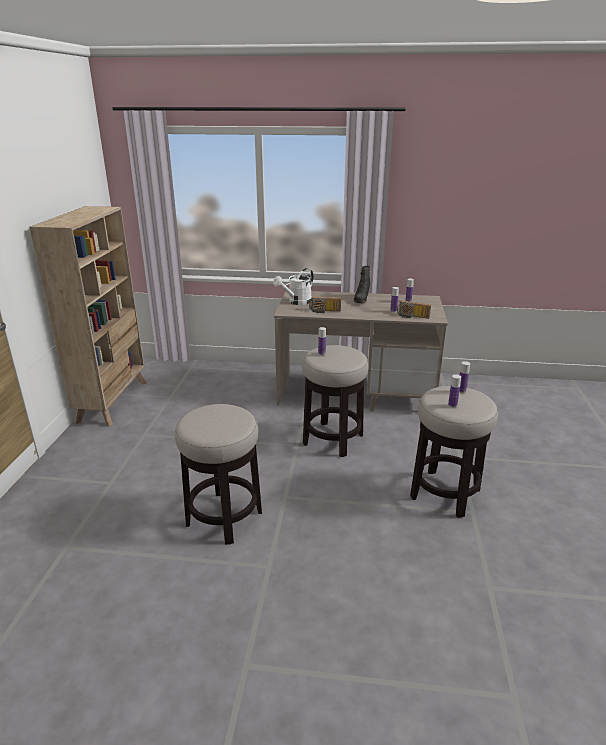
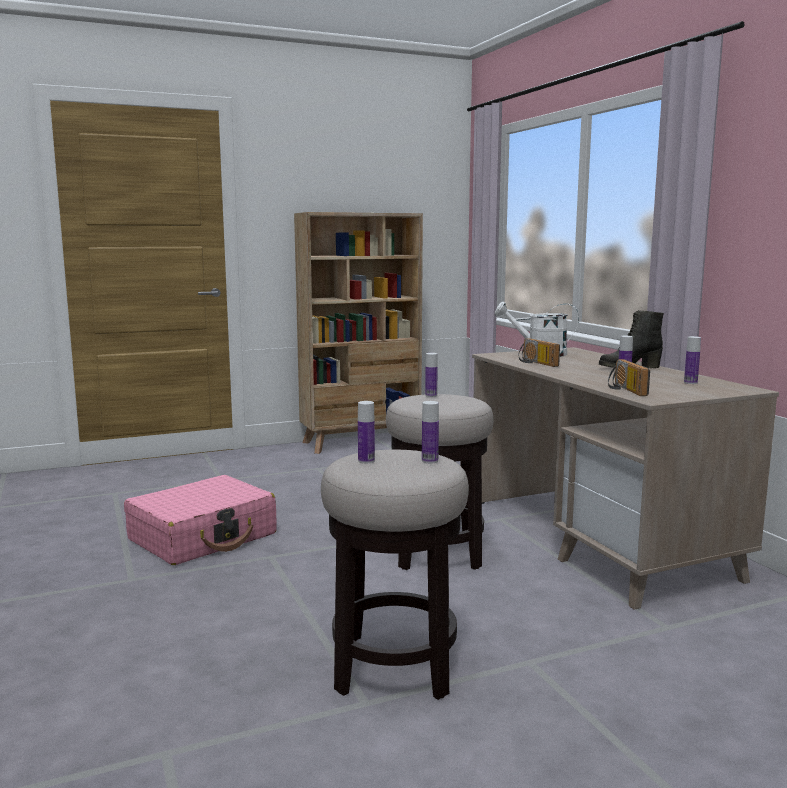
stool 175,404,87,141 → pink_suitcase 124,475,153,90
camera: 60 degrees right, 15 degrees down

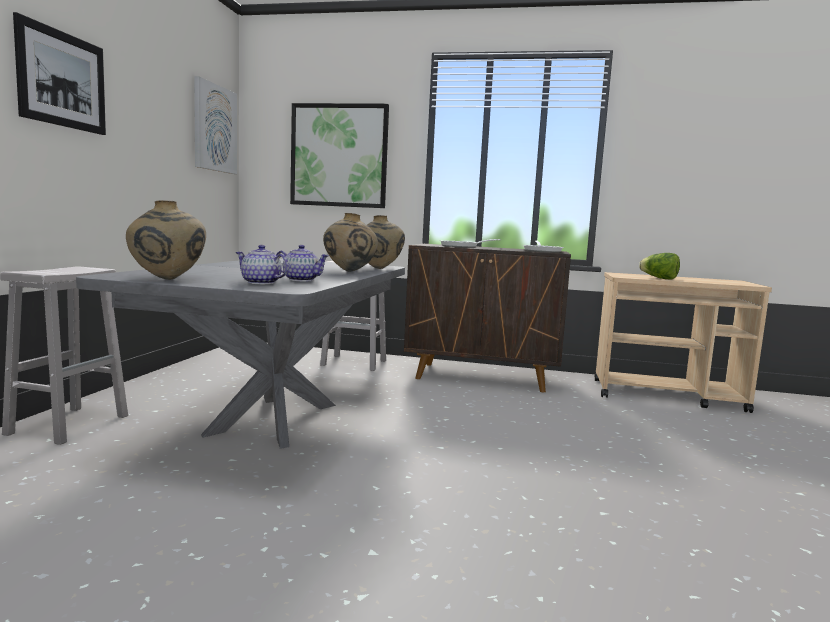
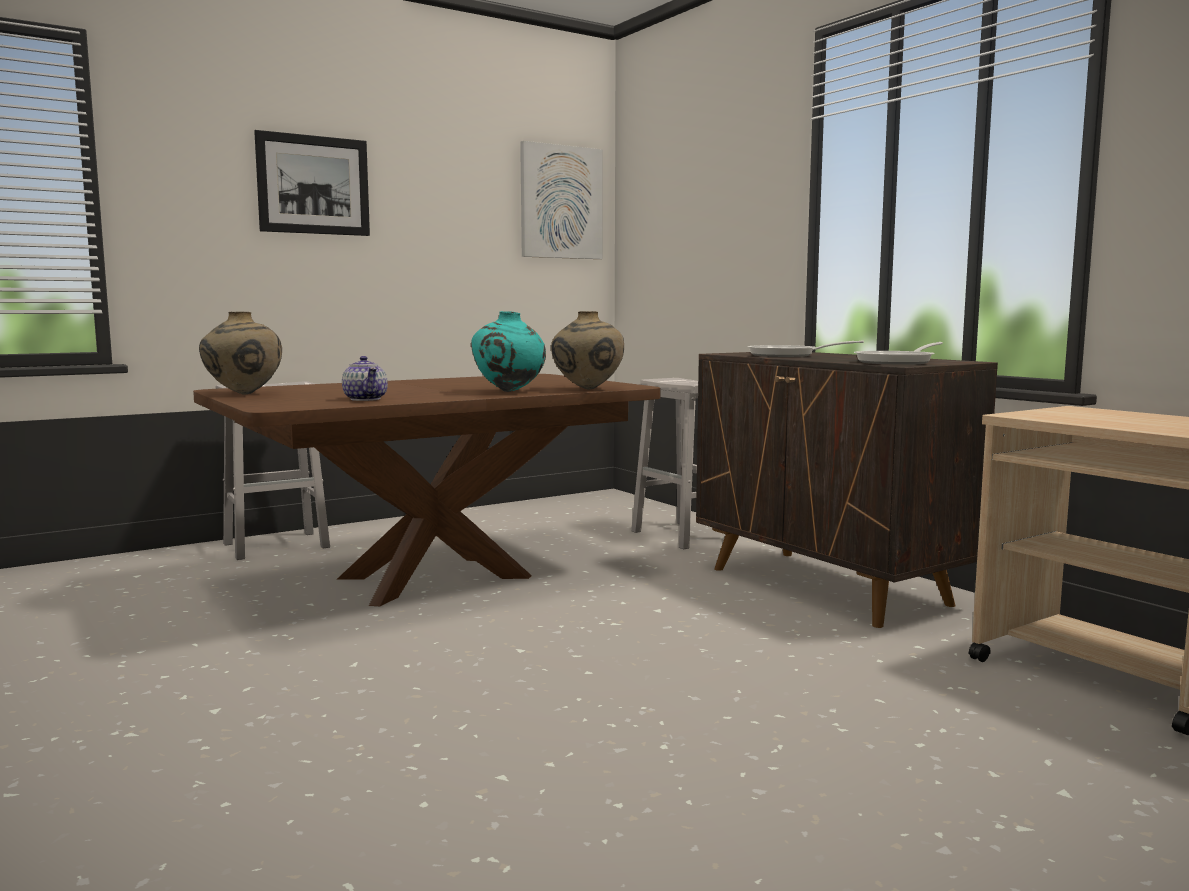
grey_dining_table 76,259,329,190 → brown_dining_table 193,374,468,232
beige_vase 323,213,55,59 → turquoise_vase 471,311,75,81
teapot 236,245,53,39 → -
picture 290,103,99,105 → -
lettuce 639,253,41,27 → -
camera: 45 degrees right, 0 degrees up

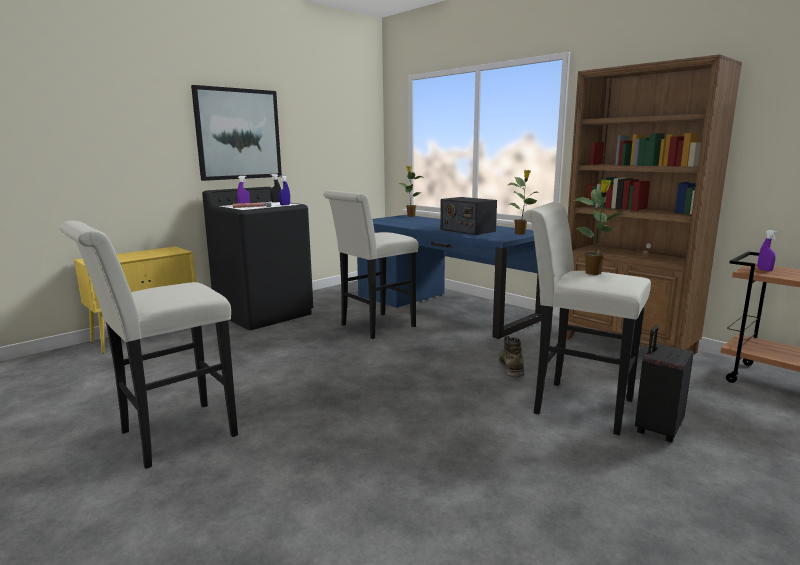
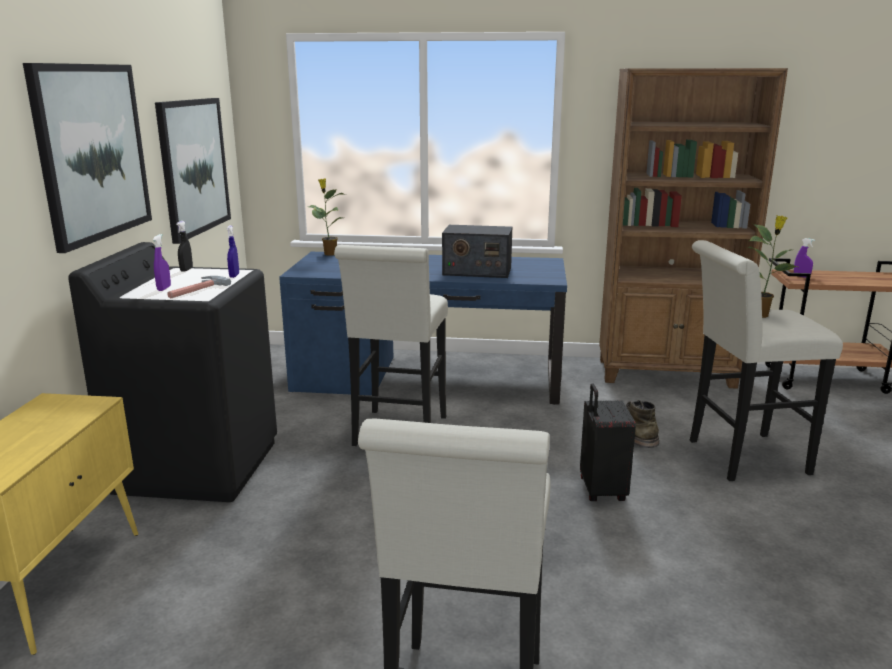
- → picture 155,98,76,146
black_suitcase 635,326,59,117 → black_suitcase 580,384,56,117, shifted
potted_plant 508,170,30,65 → -
camera: 40 degrees left, 5 degrees up

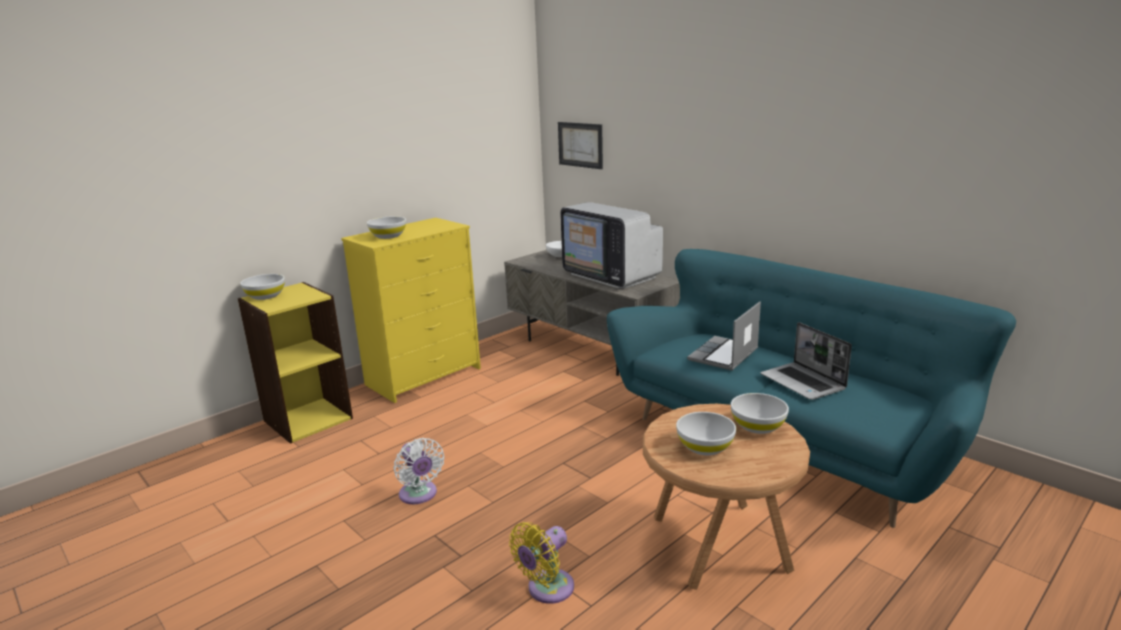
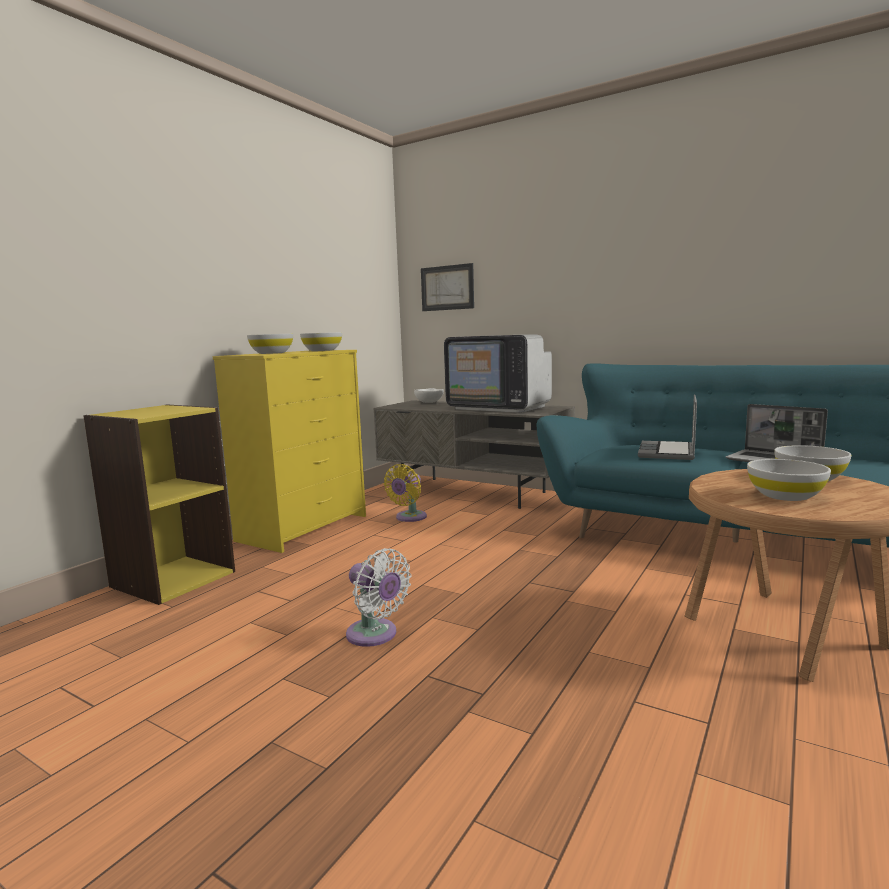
white_bowl 240,274,45,26 → white_bowl 300,332,42,19, shifted
yellow_fan 509,522,65,82 → yellow_fan 384,464,43,58, shifted
camera: 15 degrees left, 10 degrees down

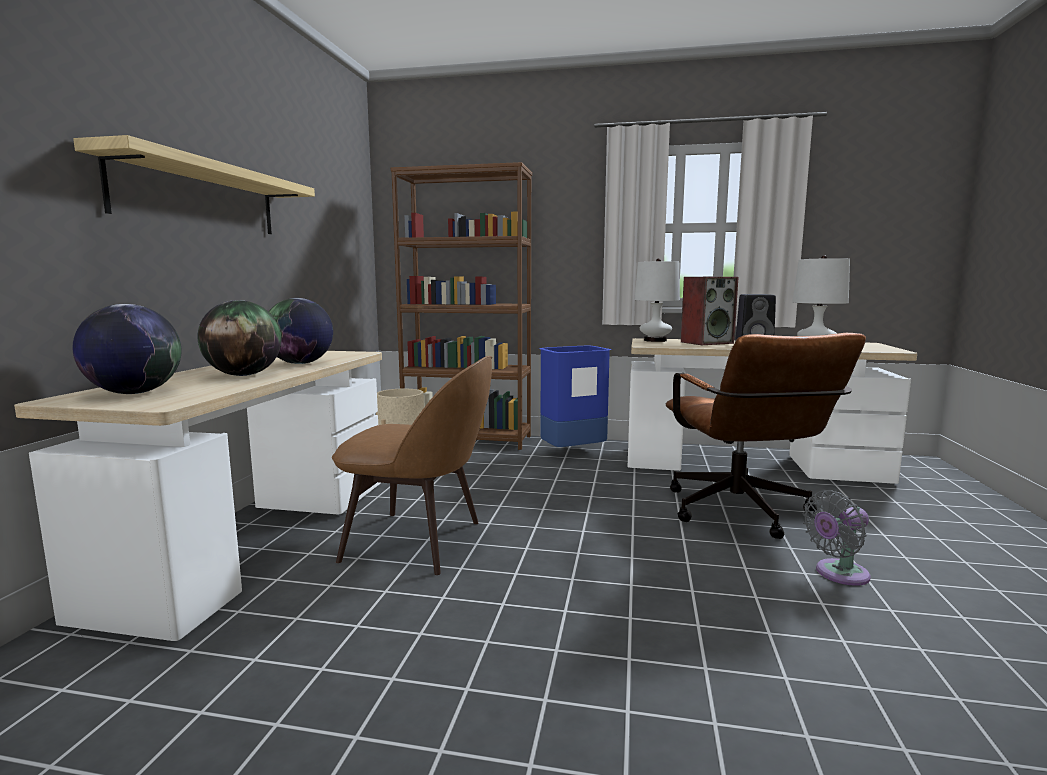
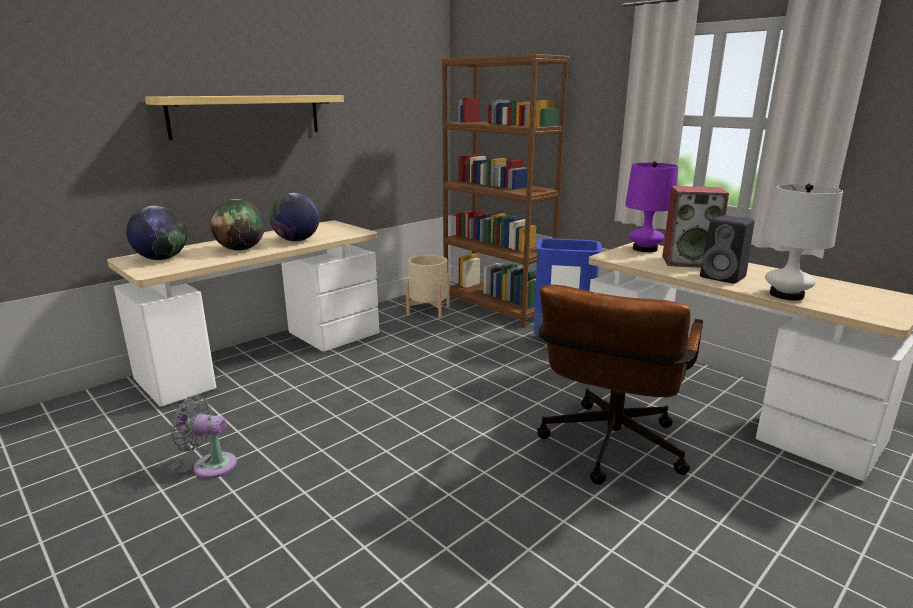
grey_fan 803,490,68,96 → grey_fan 170,395,67,84, shifted
white_table_lamp 634,259,46,83 → purple_table_lamp 625,161,53,91
brown_chair 332,356,160,219 → -
camera: 35 degrees right, 10 degrees up

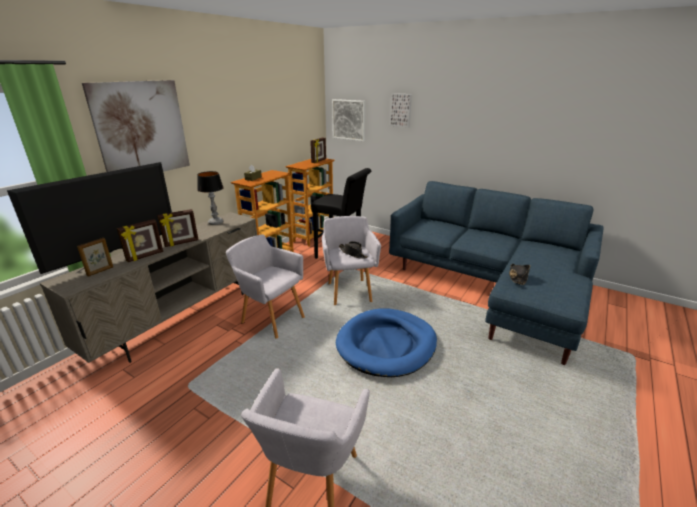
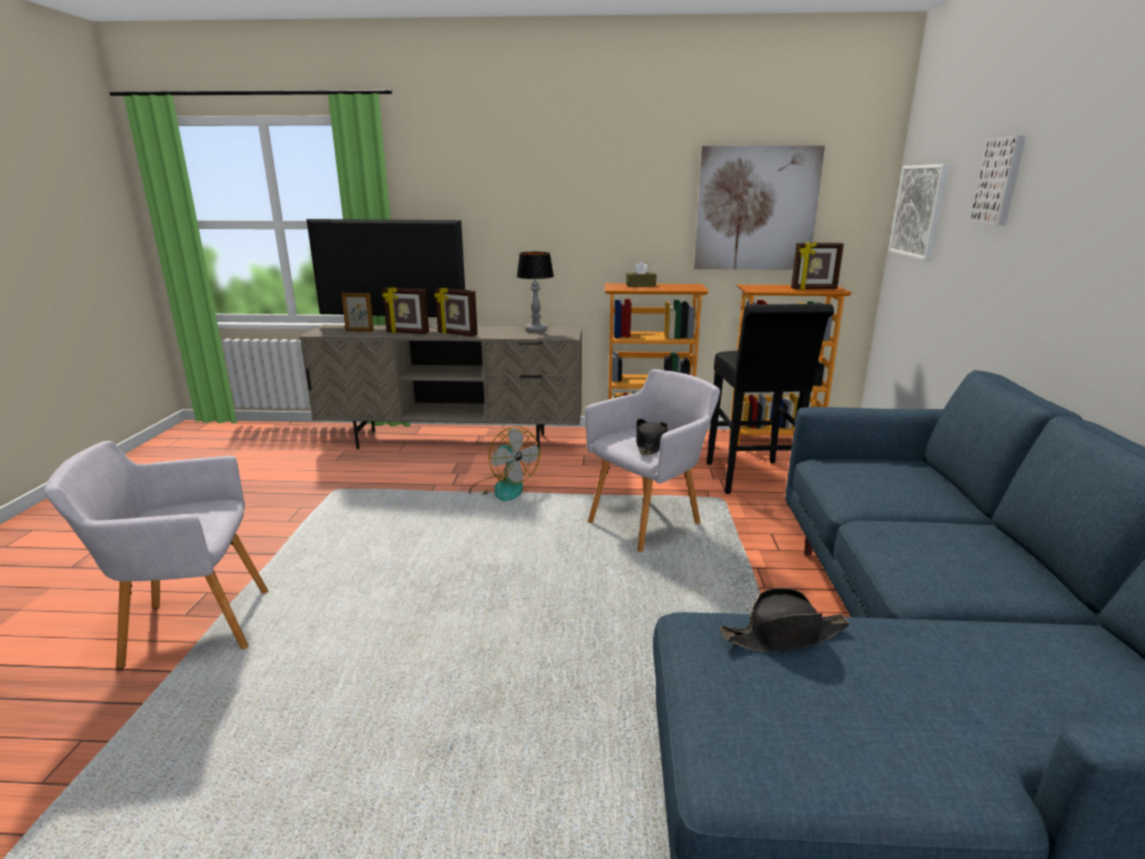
grey_armchair 226,234,79,104 → fan 469,426,71,75
picture 82,80,108,92 → picture 694,146,131,124, shifted
blue_dog_bed 336,308,101,69 → -
camera: 60 degrees right, 5 degrees down

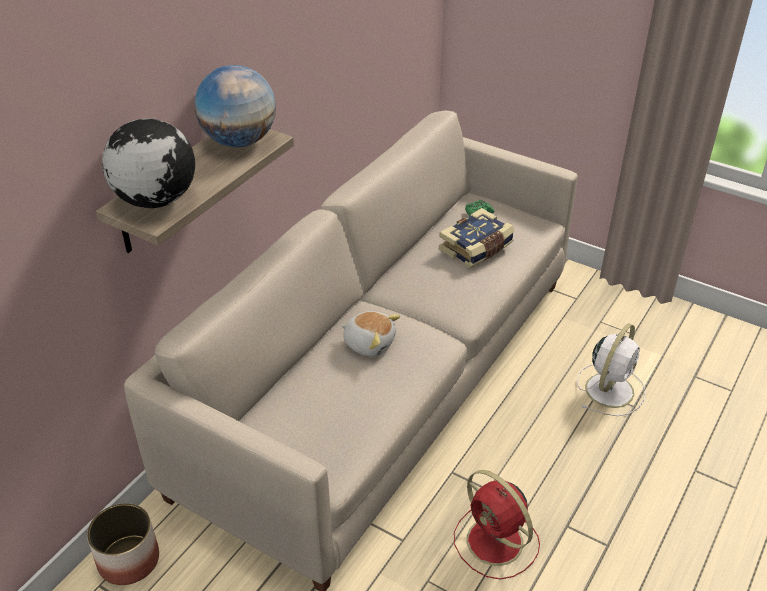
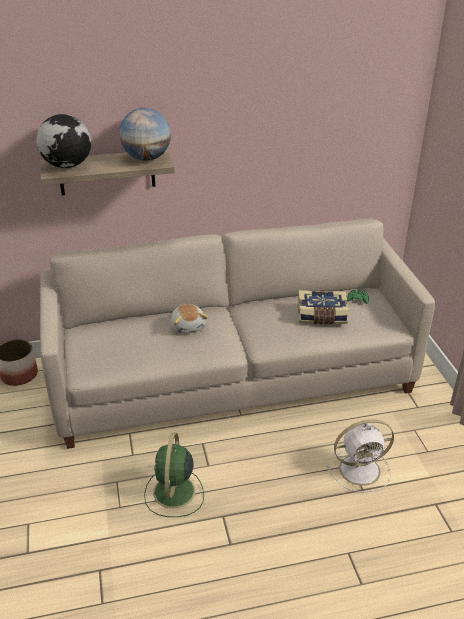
red_fan 454,470,86,110 → green_fan 144,433,60,84
camera: 45 degrees right, 5 degrees down

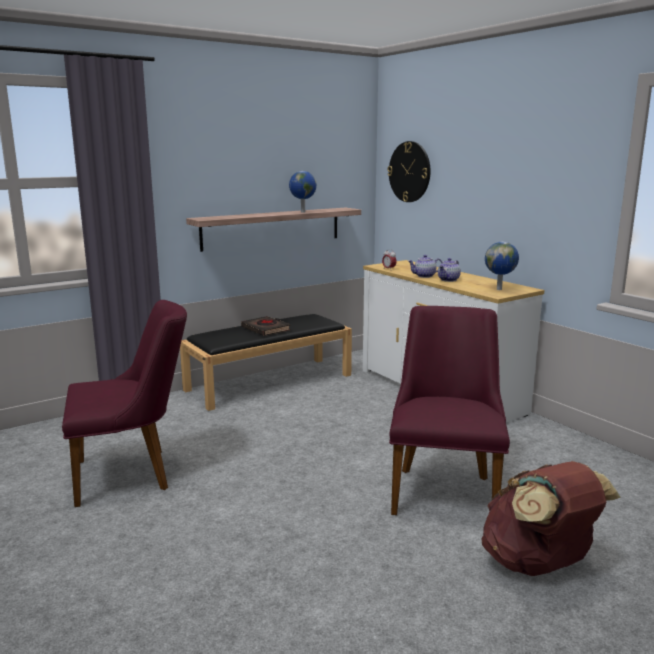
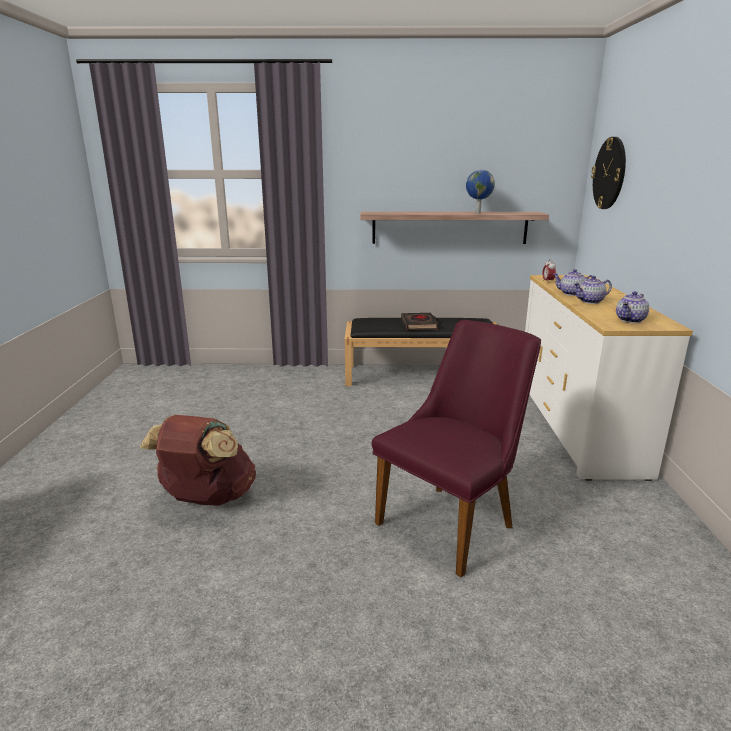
brown_backpack 481,461,140,115 → brown_backpack 140,415,116,91, shifted
globe 485,242,34,48 → teapot 616,291,33,32
purple_chair 62,300,125,207 → -
camera: 35 degrees right, 5 degrees up

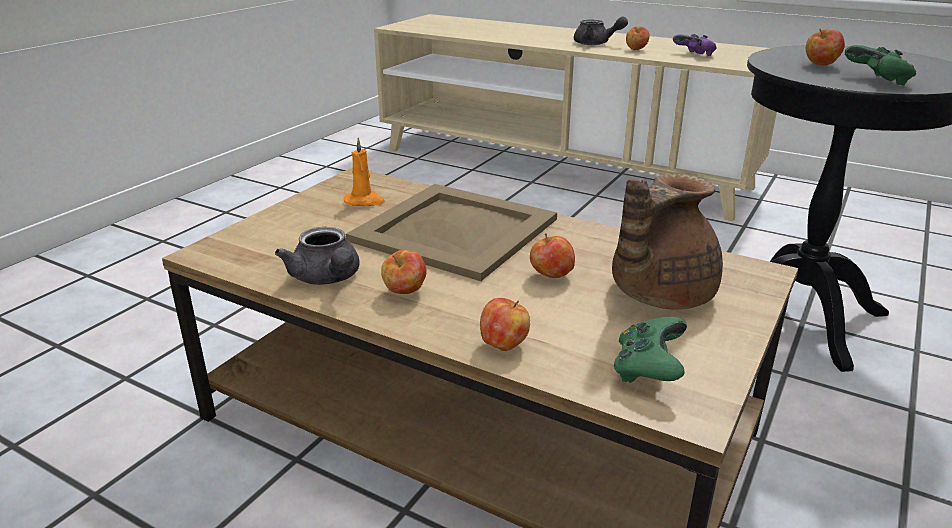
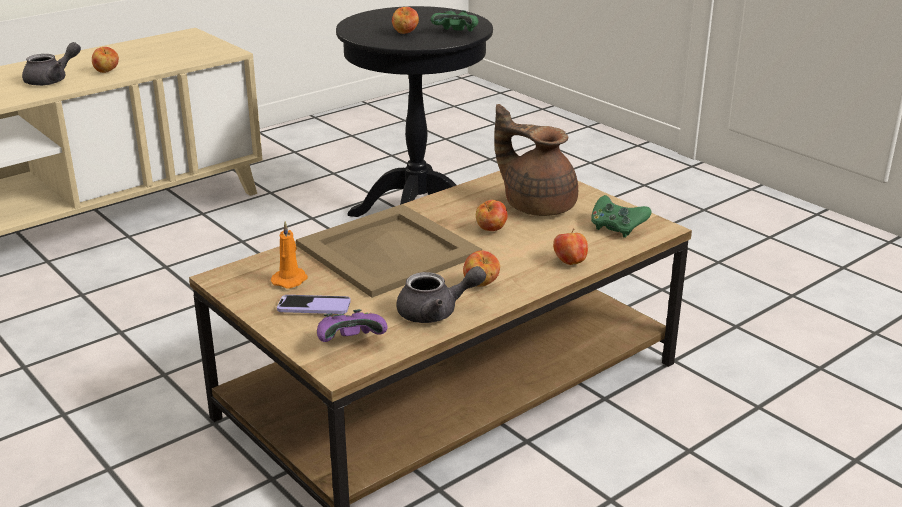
- → phone 277,295,74,19
purple_game_controller 673,34,44,22 → purple_game_controller 317,309,71,33, shifted
brown_teapot 612,173,111,137 → brown_teapot 494,104,84,112, 150 degrees clockwise
camera: 70 degrees left, 0 degrees up

